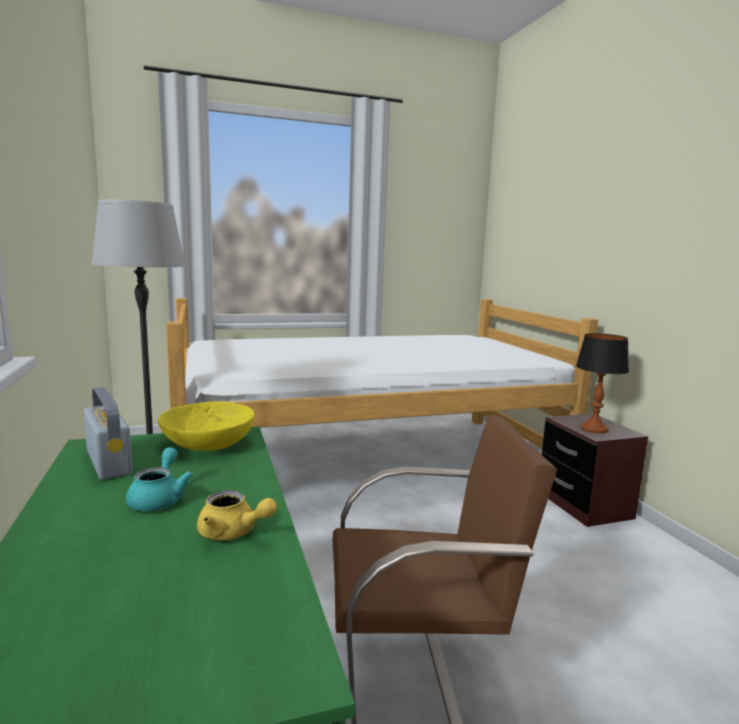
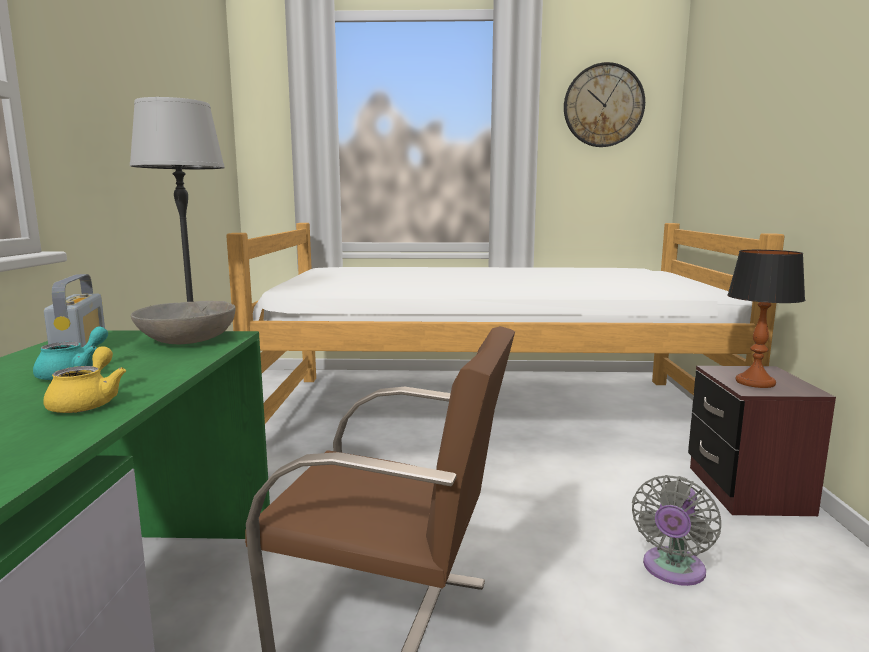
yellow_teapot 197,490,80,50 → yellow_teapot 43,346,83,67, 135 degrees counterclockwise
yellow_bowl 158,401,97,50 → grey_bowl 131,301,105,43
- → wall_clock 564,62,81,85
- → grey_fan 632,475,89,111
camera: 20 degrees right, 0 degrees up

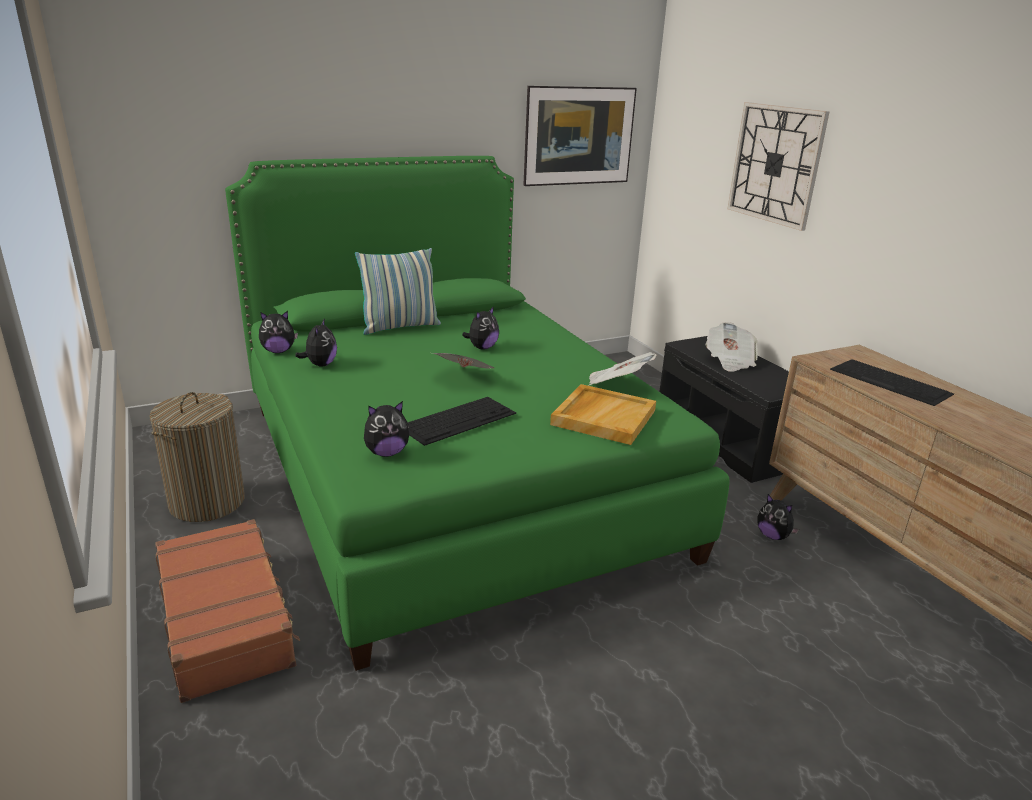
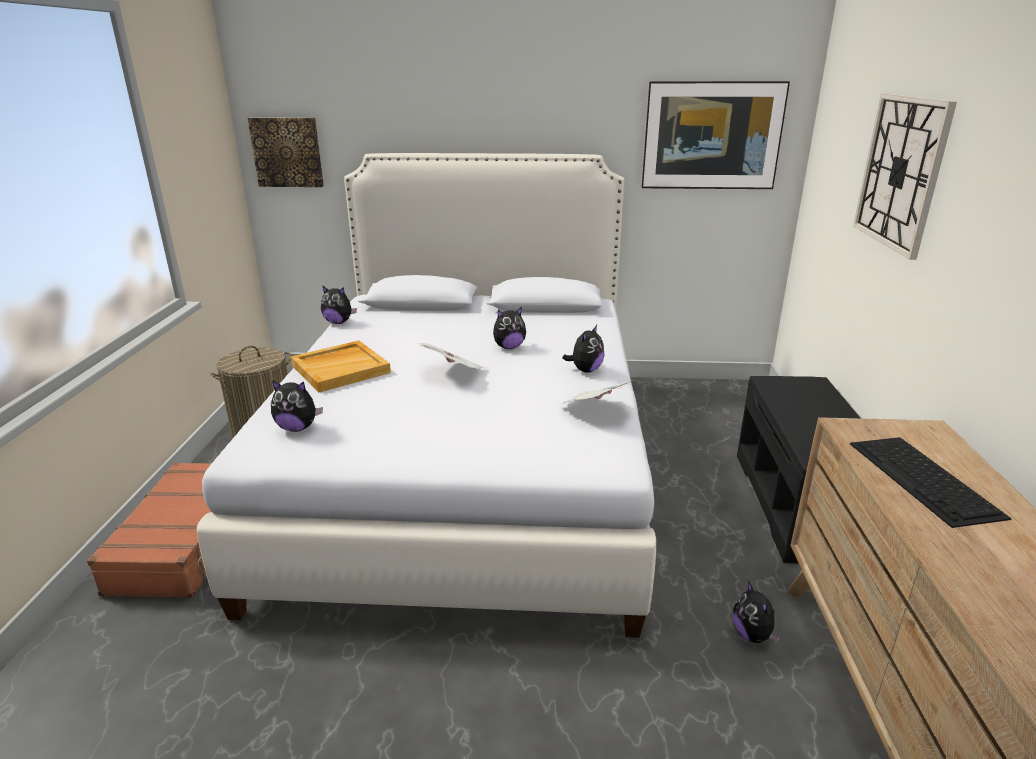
green_bed 225,156,505,515 → white_bed 197,153,459,485
- → picture 248,118,76,69
beige_tray 550,384,106,61 → beige_tray 290,340,101,53, shifted
plush_toy 295,318,42,49 → plush_toy 562,325,42,48, shifted
pillow 355,248,86,87 → -
keyboard 407,397,109,49 → -
newspaper 705,322,53,50 → -
camera: 30 degrees right, 0 degrees up

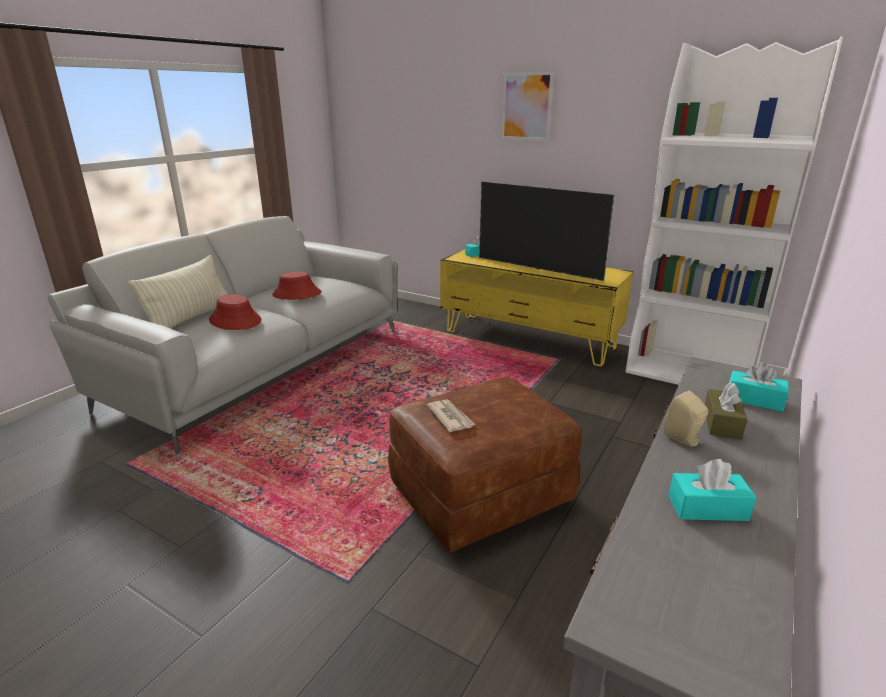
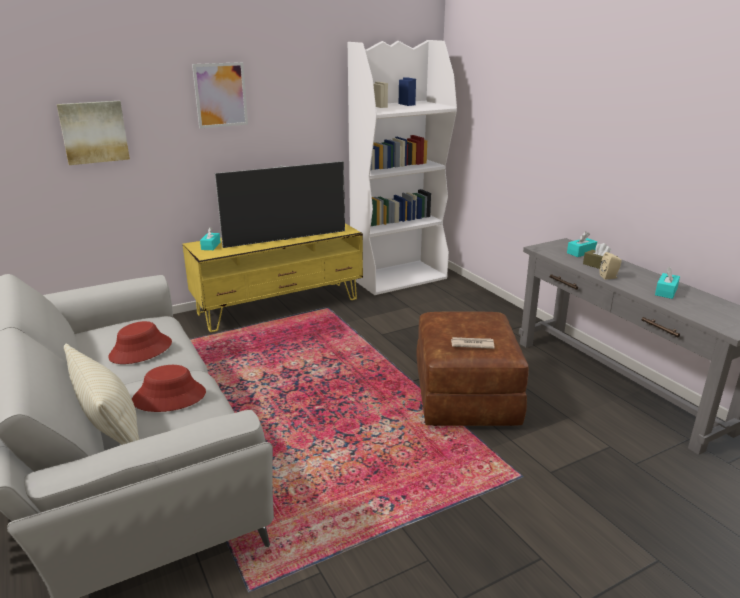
- → picture 57,101,73,64
camera: 60 degrees left, 0 degrees up

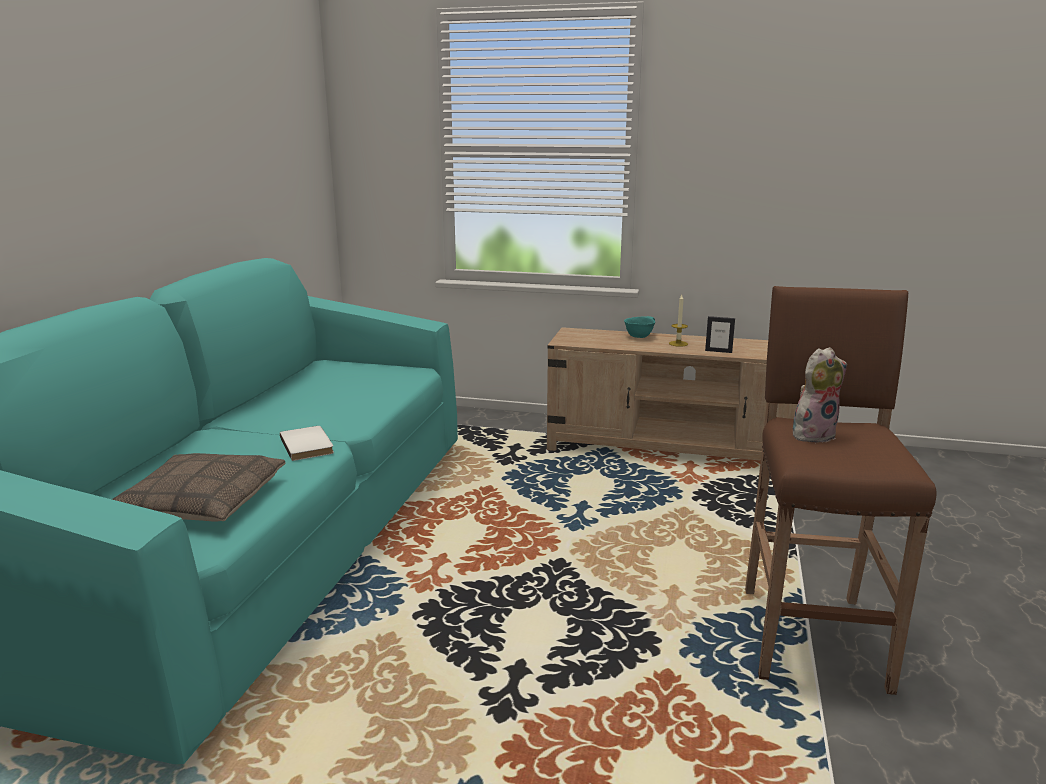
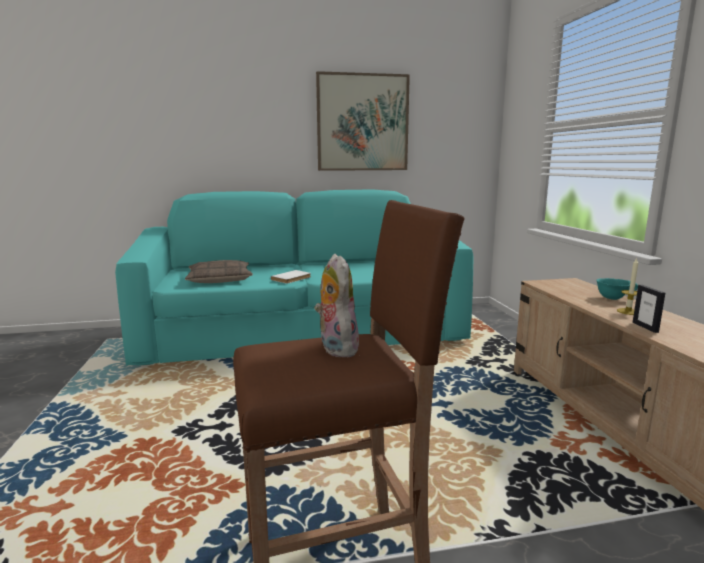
plush_toy 793,347,54,96 → plush_toy 314,254,45,103, 150 degrees counterclockwise
- → picture 316,71,94,100
camera: 65 degrees right, 5 degrees down

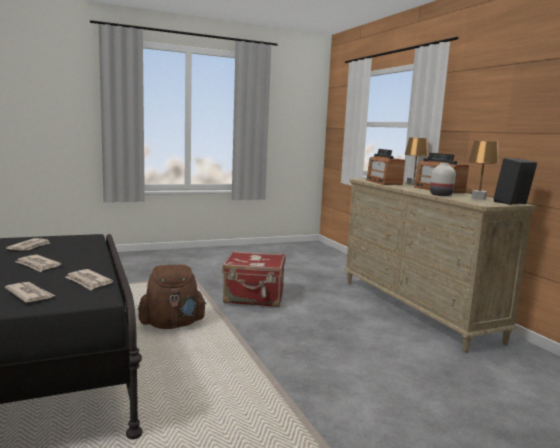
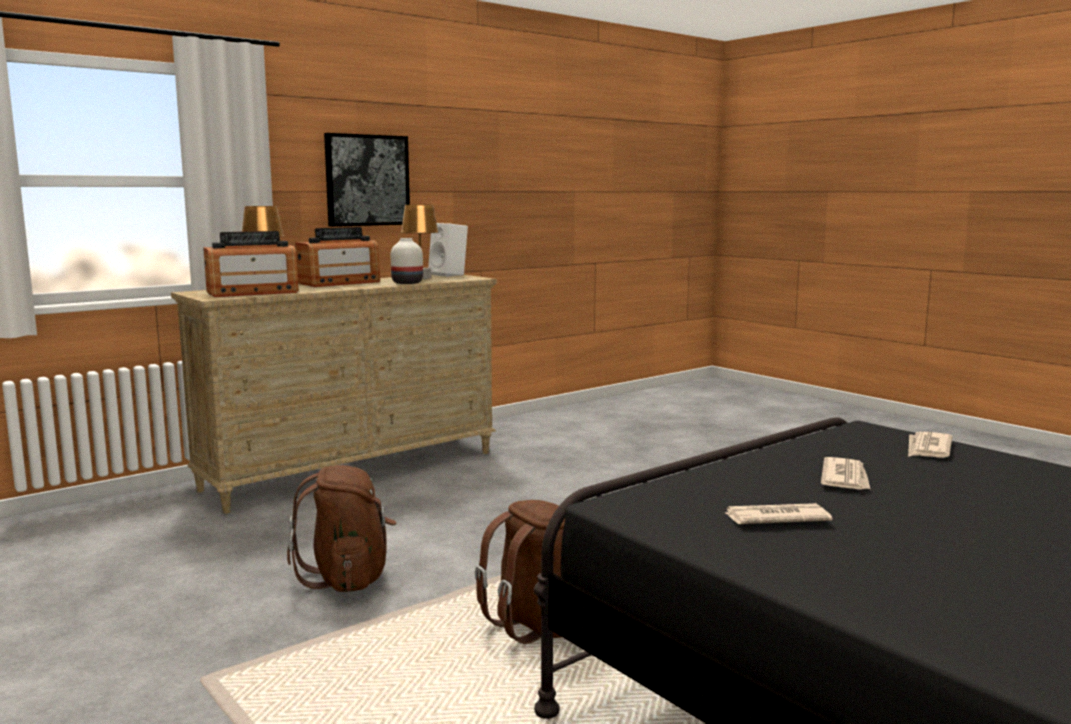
red_suitcase 222,251,63,56 → brown_backpack 287,465,110,127
- → picture 324,133,86,94
black_speaker 494,158,43,47 → white_speaker 428,223,40,54
newspaper 65,269,48,21 → -
camera: 105 degrees left, 0 degrees up

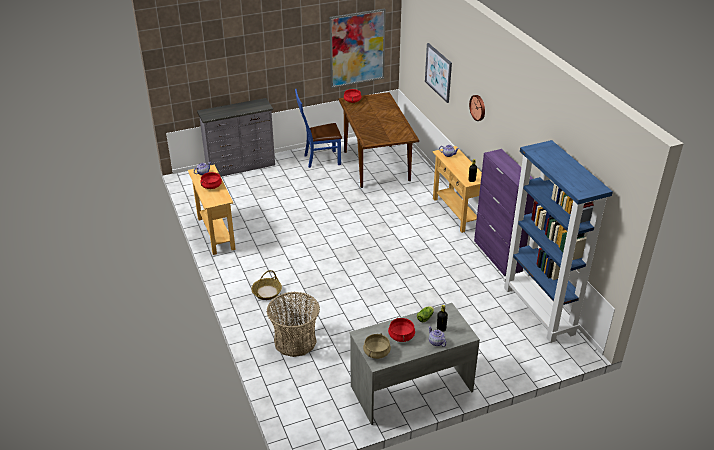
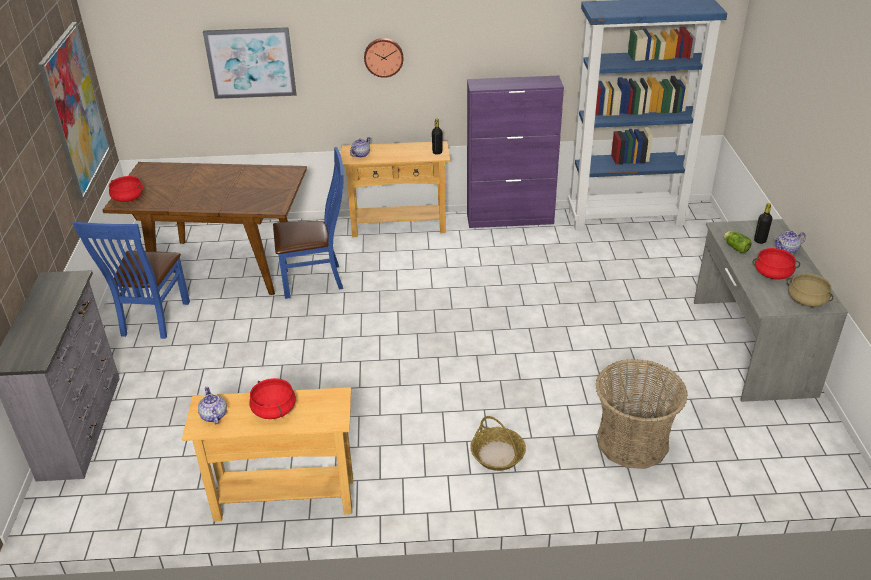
- → blue_chair 273,147,71,152
camera: 70 degrees left, 0 degrees up

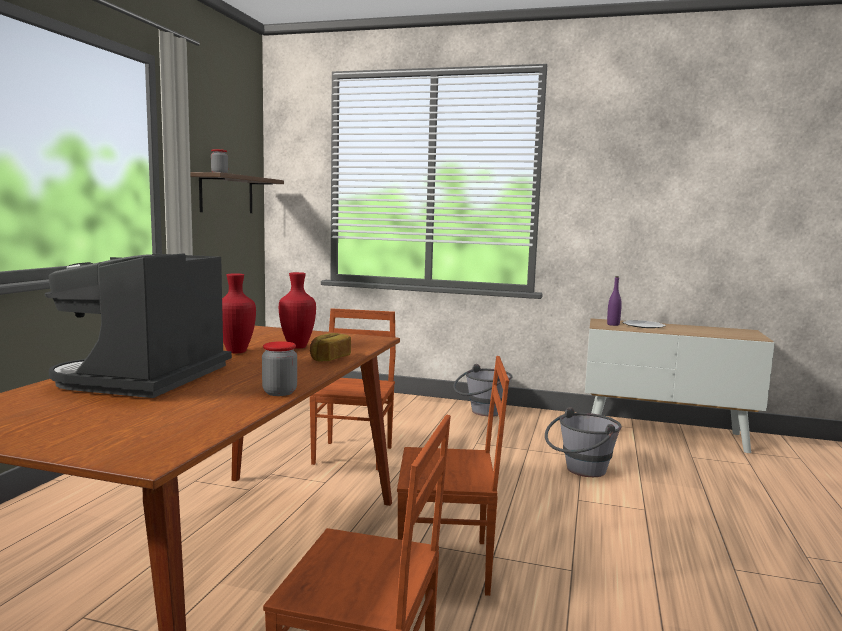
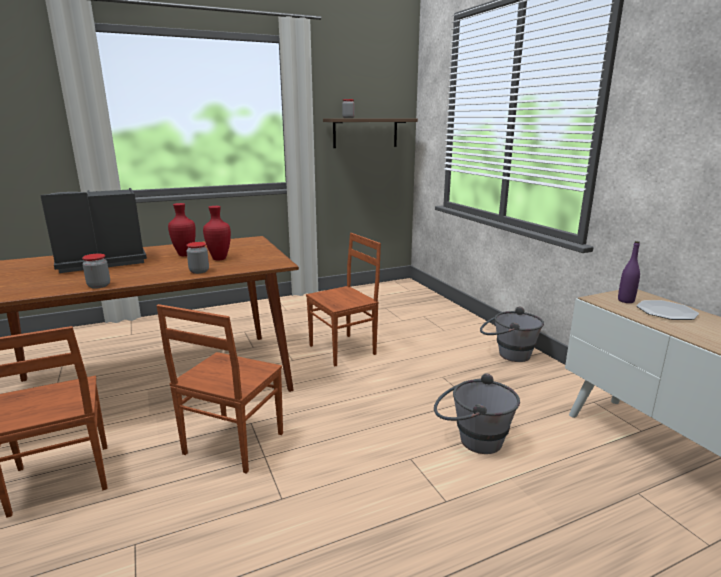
brown_chair 397,356,112,240 → brown_chair 156,304,127,170, 60 degrees clockwise
bread 310,333,41,29 → jar 187,242,22,32
camera: 50 degrees right, 10 degrees up

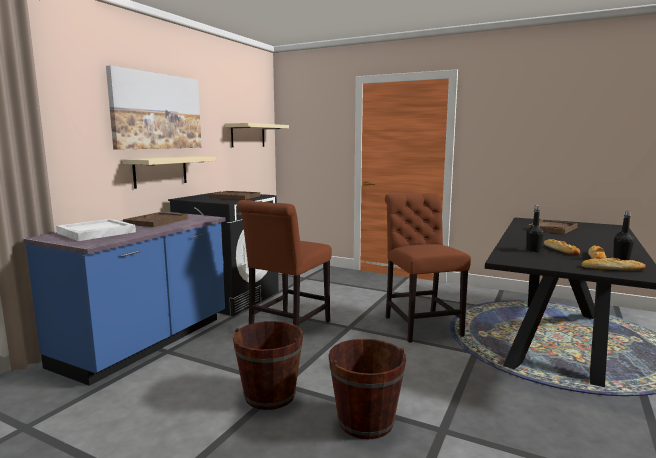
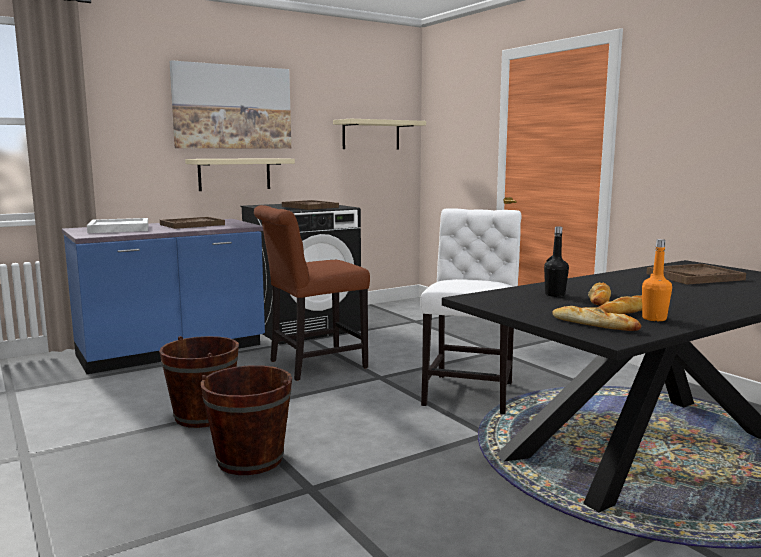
brown_chair 385,193,86,150 → white_chair 420,209,102,205
black_bottle 613,211,21,49 → orange_bottle 642,239,30,82
camera: 30 degrees right, 0 degrees up

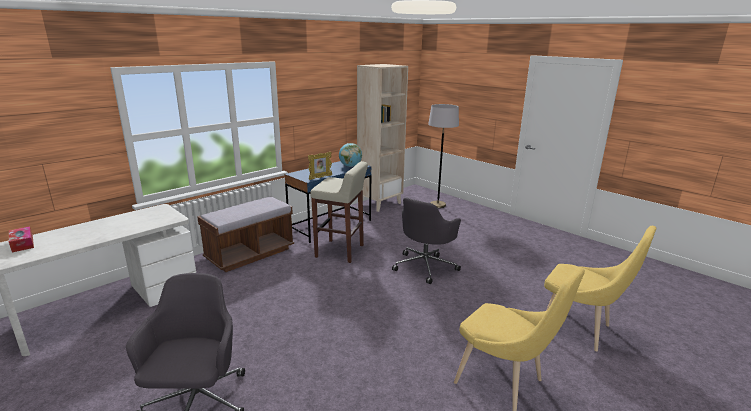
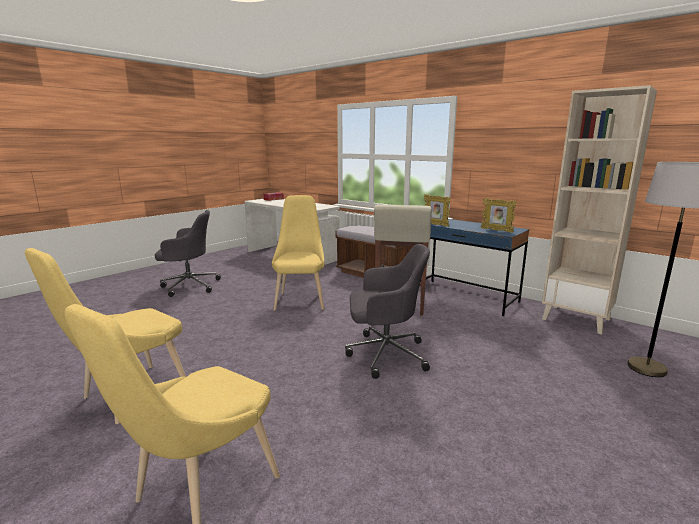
- → yellow_chair 272,195,52,116
grey_office_chair 392,197,69,87 → grey_office_chair 345,244,85,135, 150 degrees clockwise
globe 339,143,23,24 → picture_frame 481,198,36,34
camera: 85 degrees right, 5 degrees down

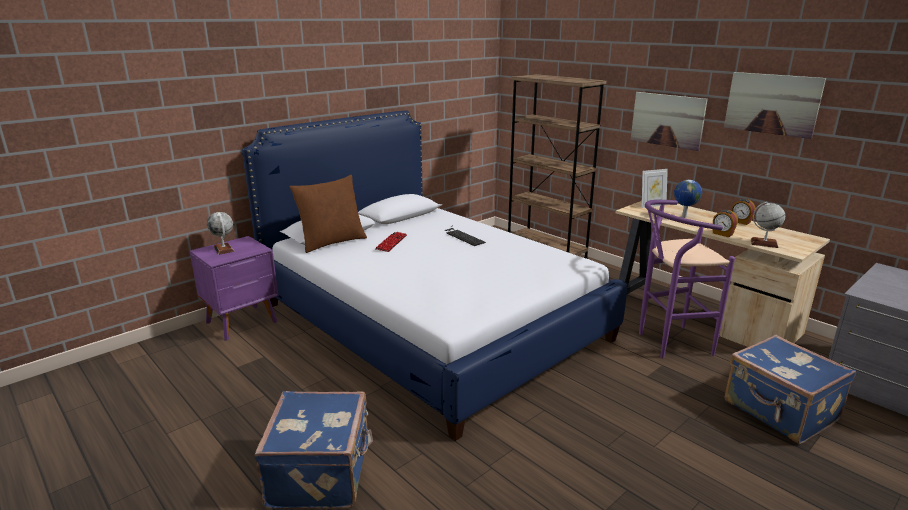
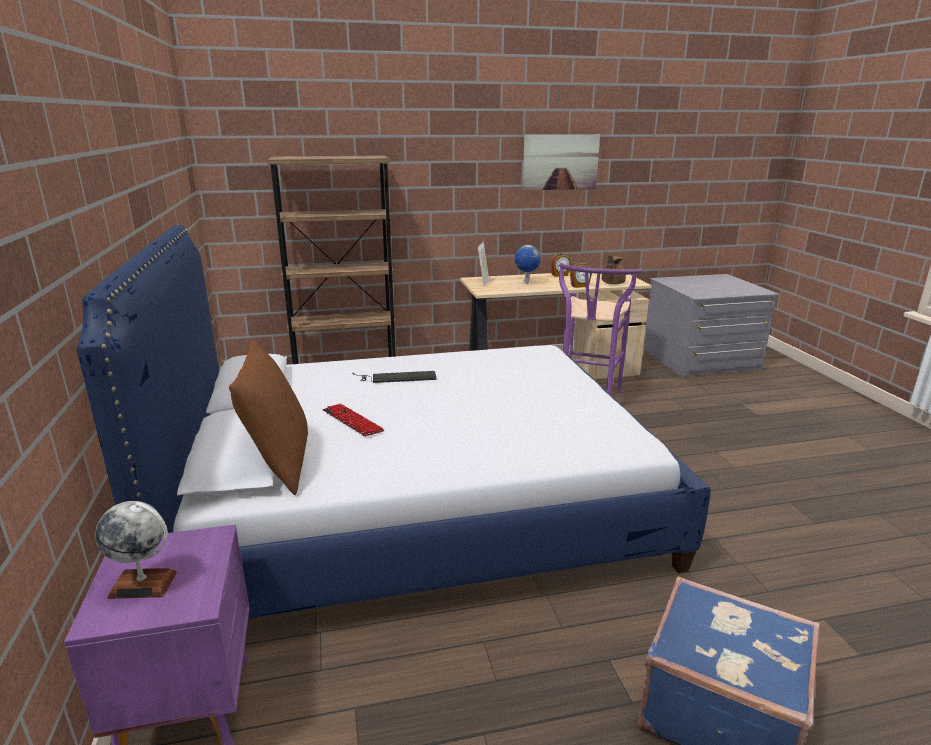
globe 751,202,34,46 → brown_teapot 602,255,24,29
picture 631,92,77,59 → -
blue_suitcase 724,335,132,109 → -
camera: 60 degrees left, 0 degrees up

